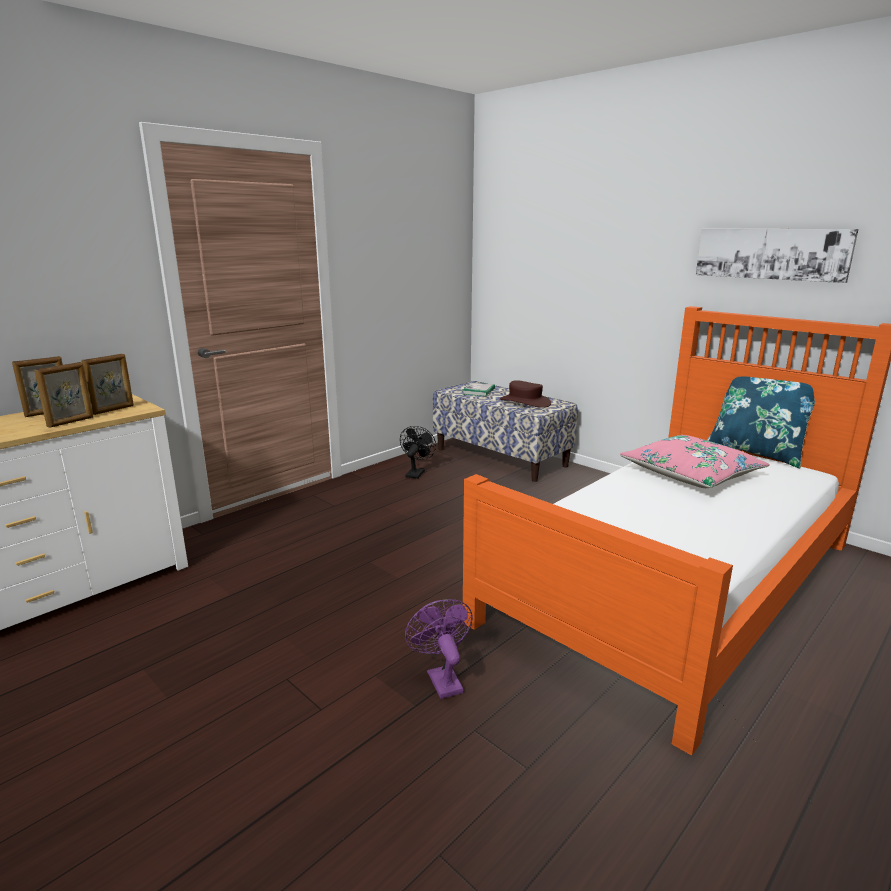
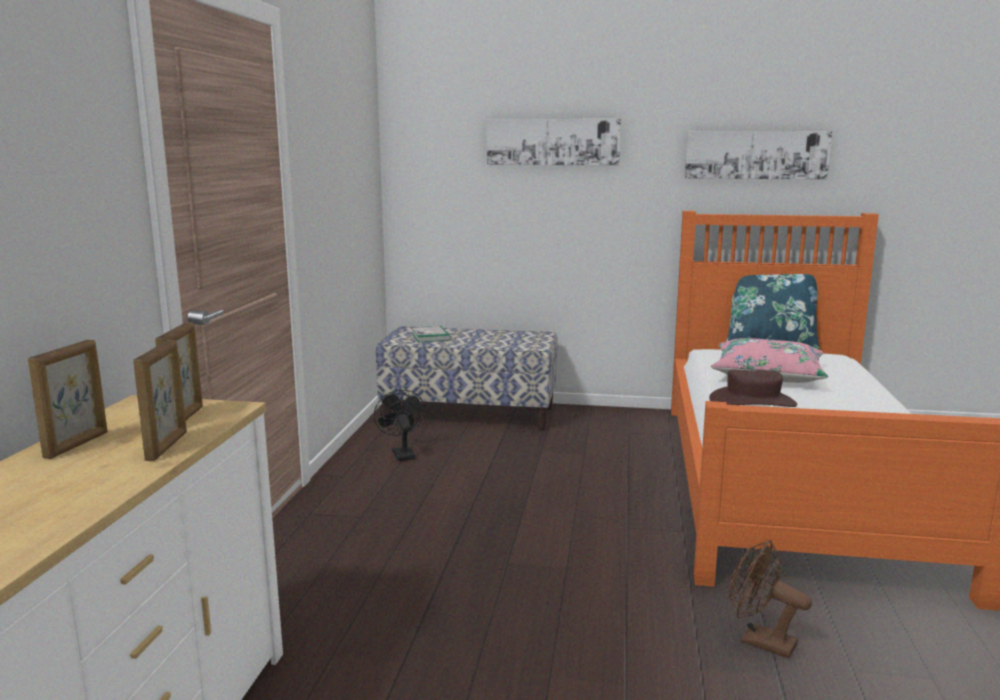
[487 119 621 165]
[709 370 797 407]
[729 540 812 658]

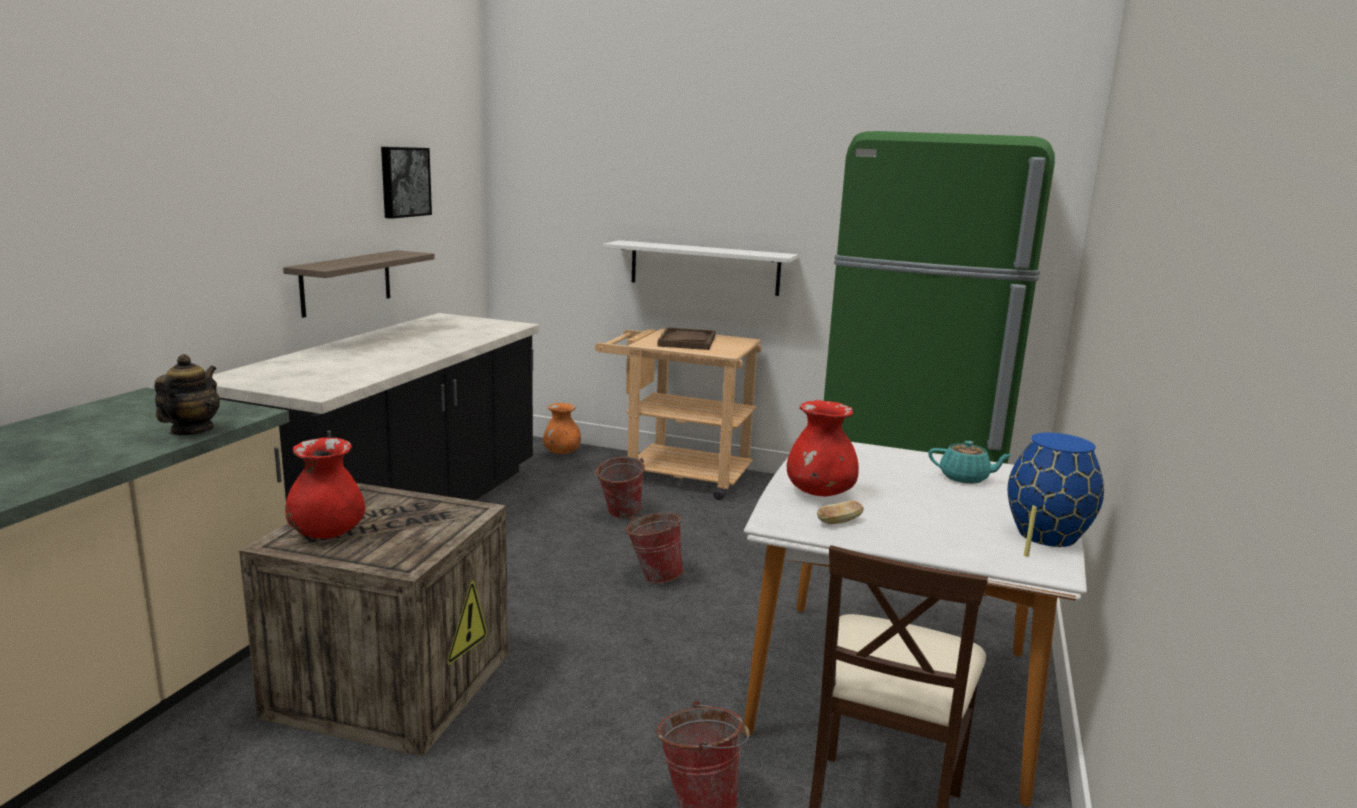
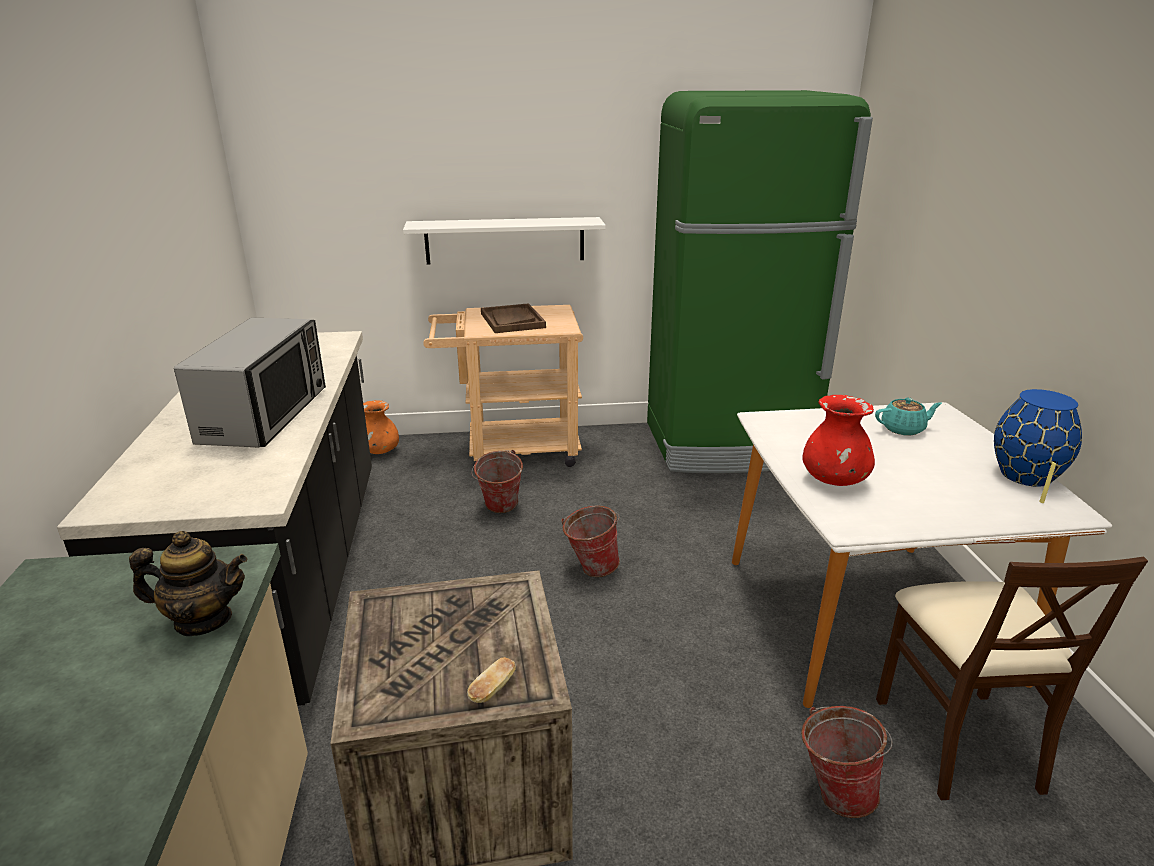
[129 531 247 636]
[174 318 326 447]
[467 657 516 703]
[283 250 435 318] (first image)
[285 437 365 539] (first image)
[381 147 432 219] (first image)

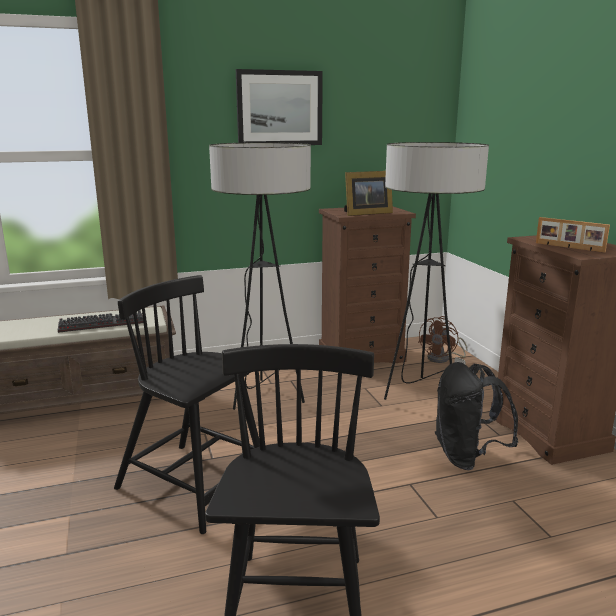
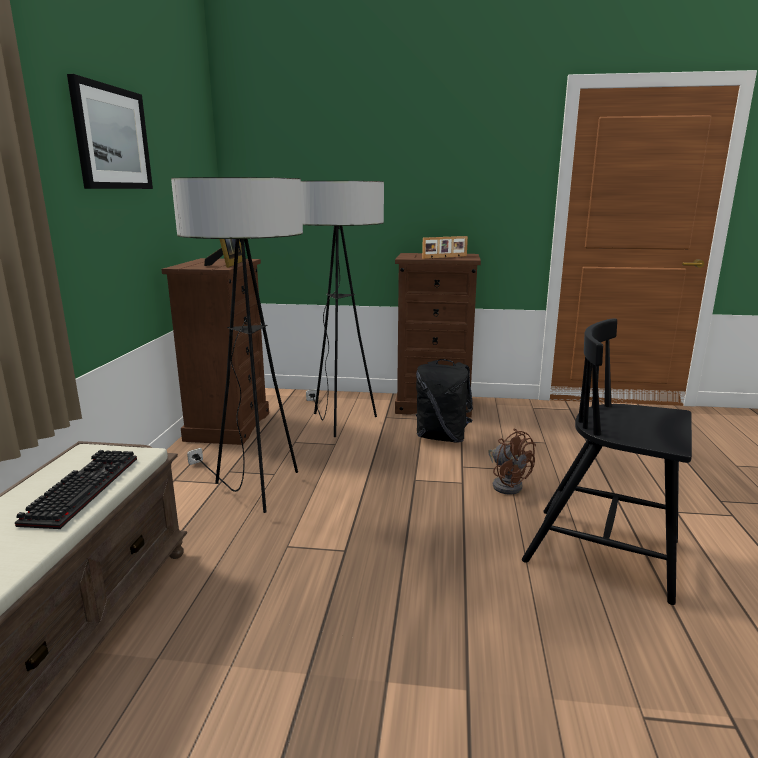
[488 429 536 495]
[114 275 260 534] (first image)

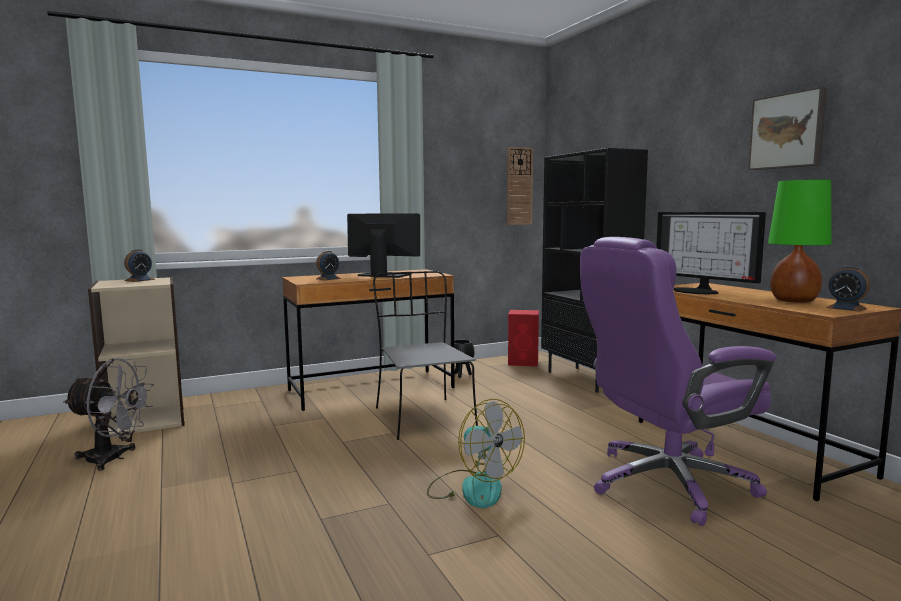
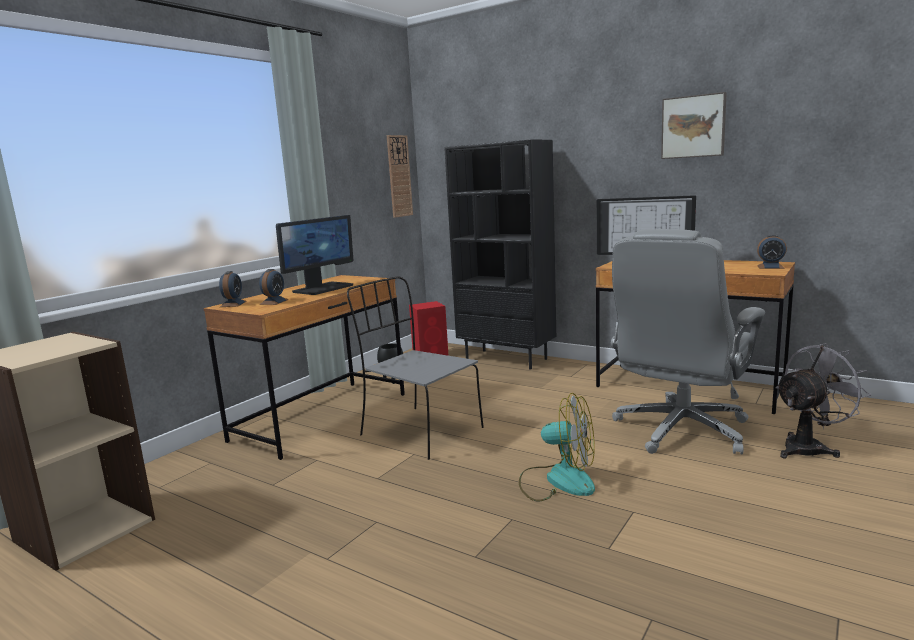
[219 271 247 307]
[276 215 353 295]
[611 229 765 454]
[776 343 871 458]
[768 179 832 303] (first image)

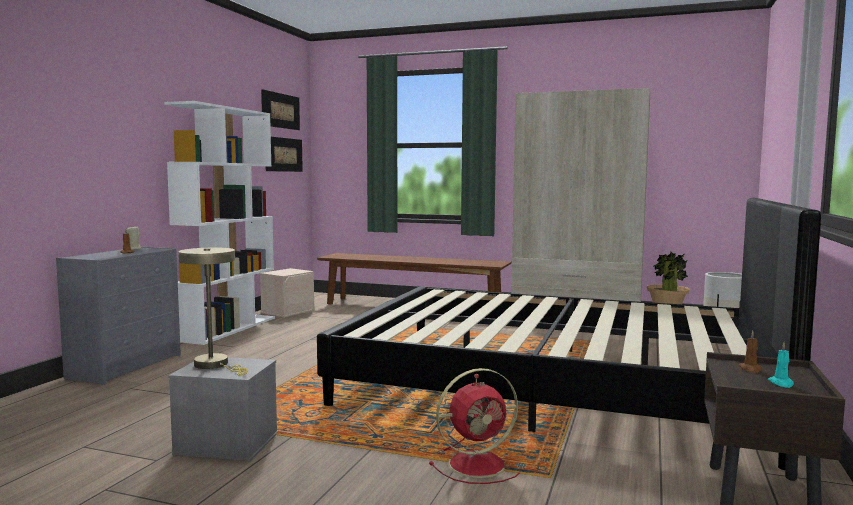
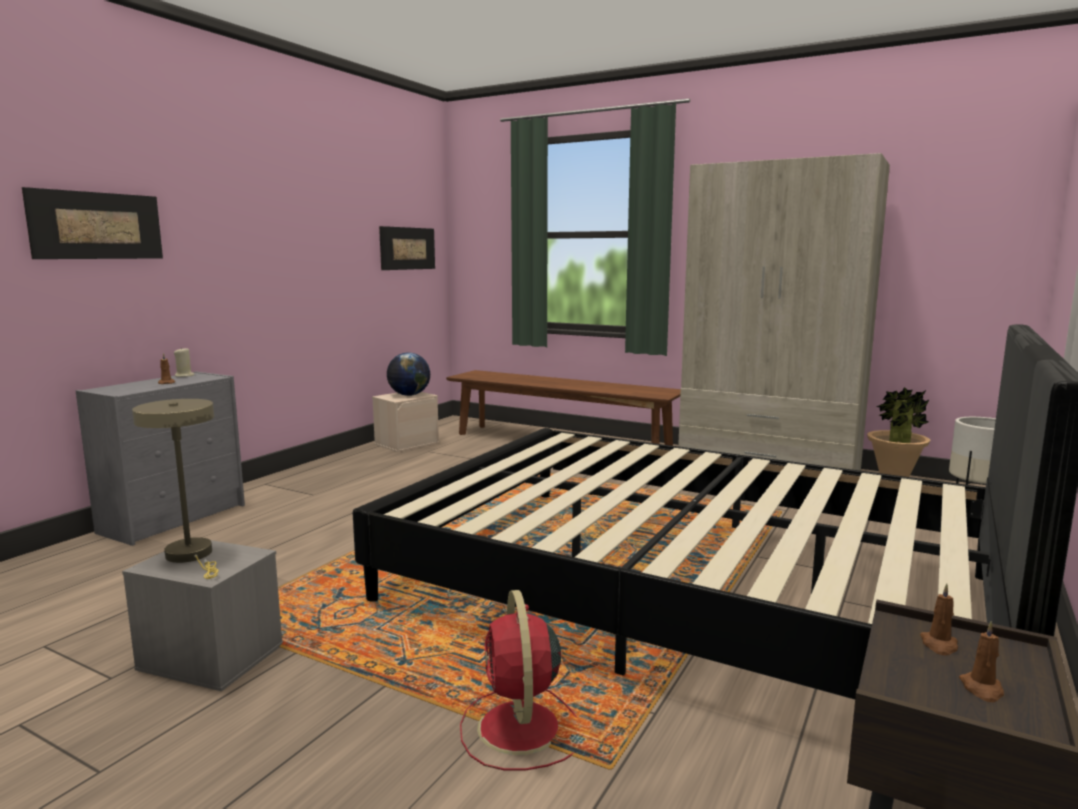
[22 187 163 259]
[387 353 430 396]
[460 590 578 771]
[959 621 1004 702]
[164 101 275 345] (first image)

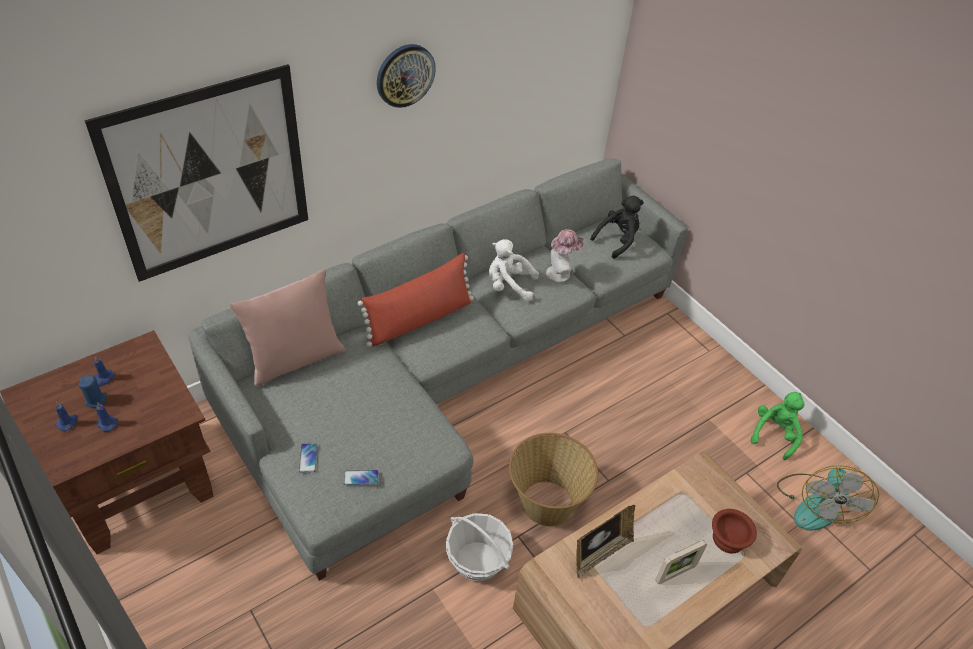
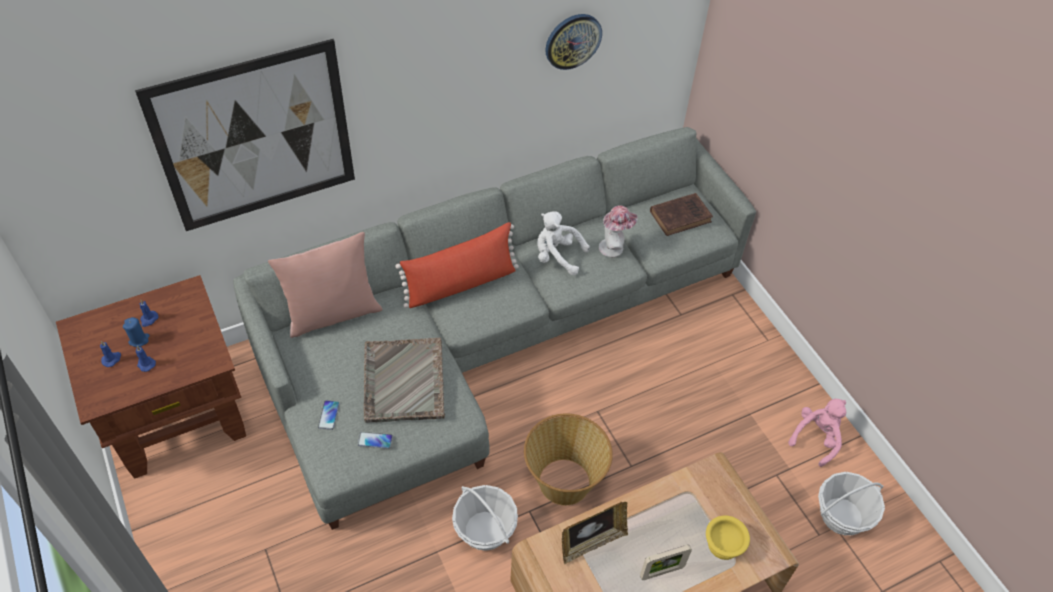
[364 338 445 423]
[545 14 602 70]
[650 193 713 236]
[706 515 750 560]
[788 399 846 467]
[818 472 885 535]

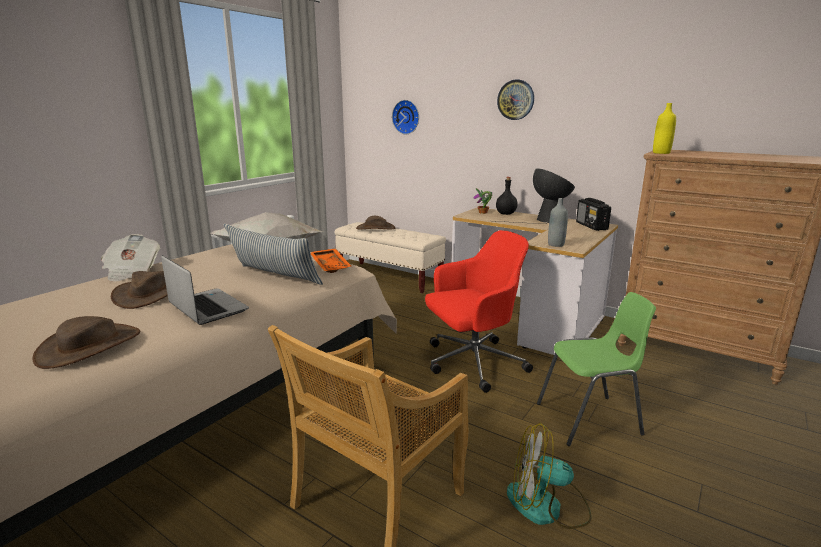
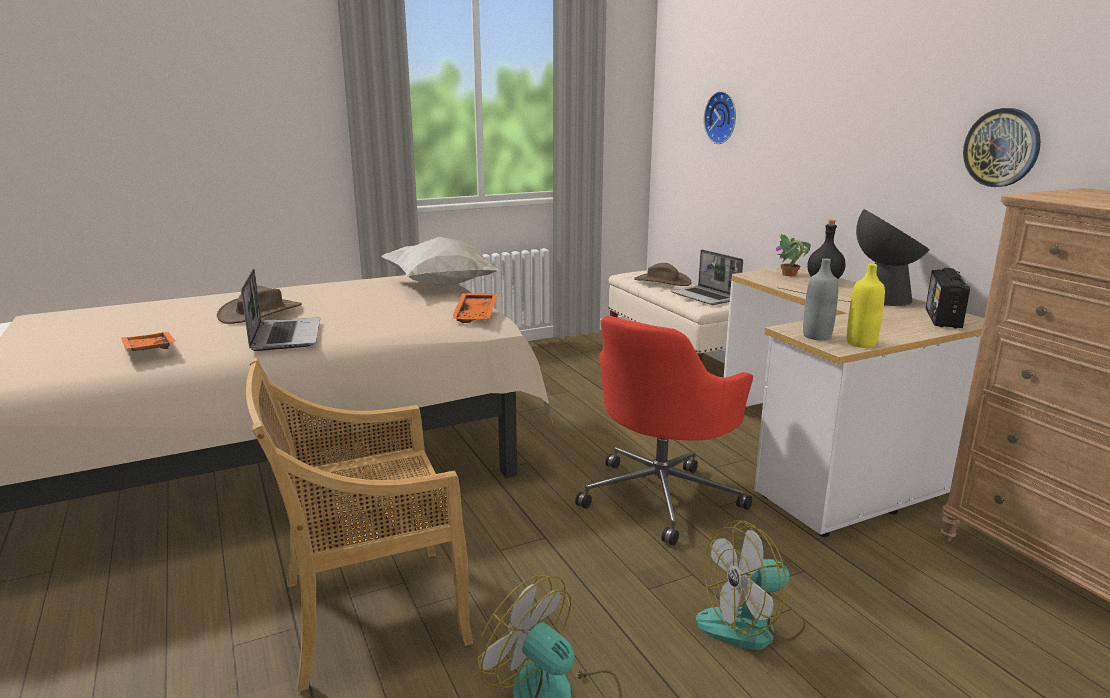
[121 332 177 351]
[575 316 753 545]
[671 250 743 305]
[696 520 806 650]
[847 264 885 348]
[963 108 1041 187]
[101 234 160 282] (first image)
[224 224 323 285] (first image)

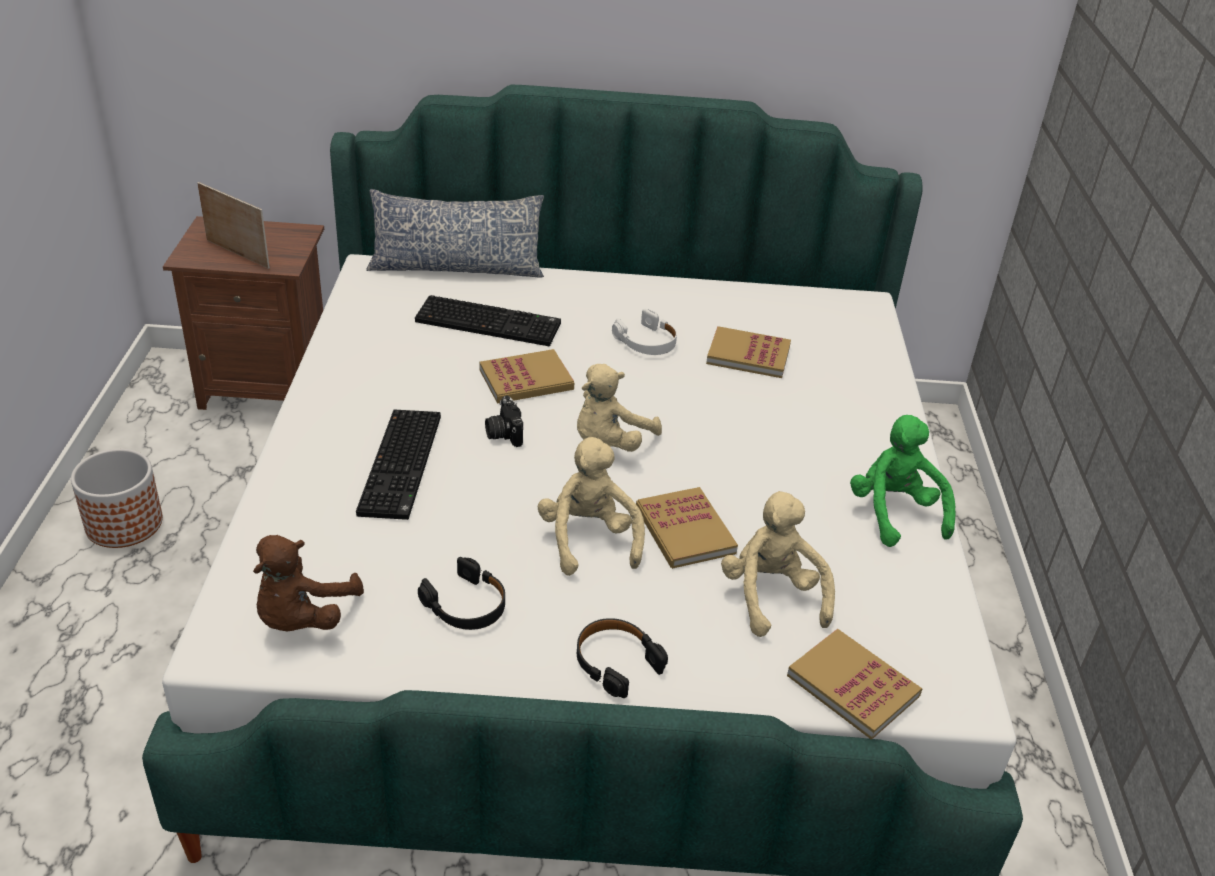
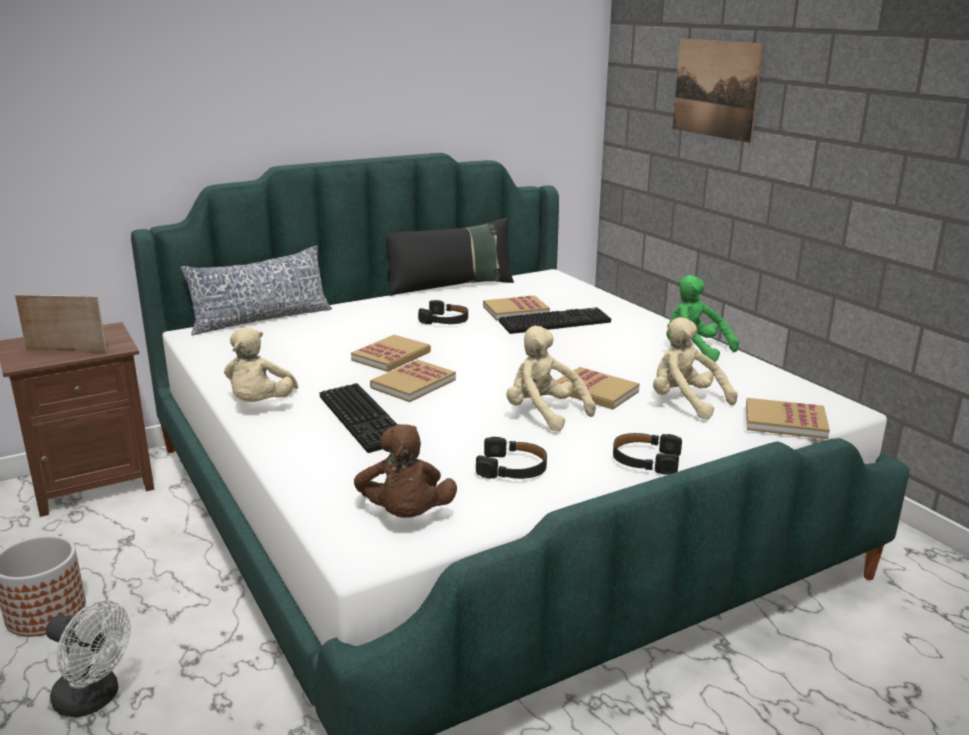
[46 600 131 717]
[224 327 298 402]
[370 360 456 402]
[386 217 514 296]
[418 300 468 324]
[499 307 611 334]
[672 39 764 143]

